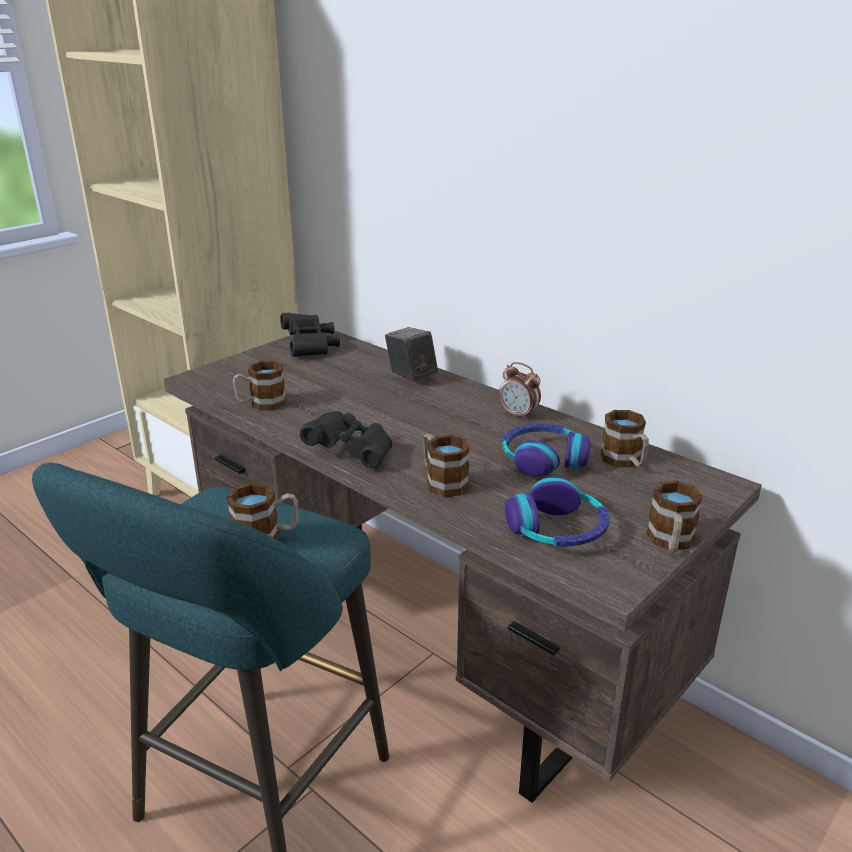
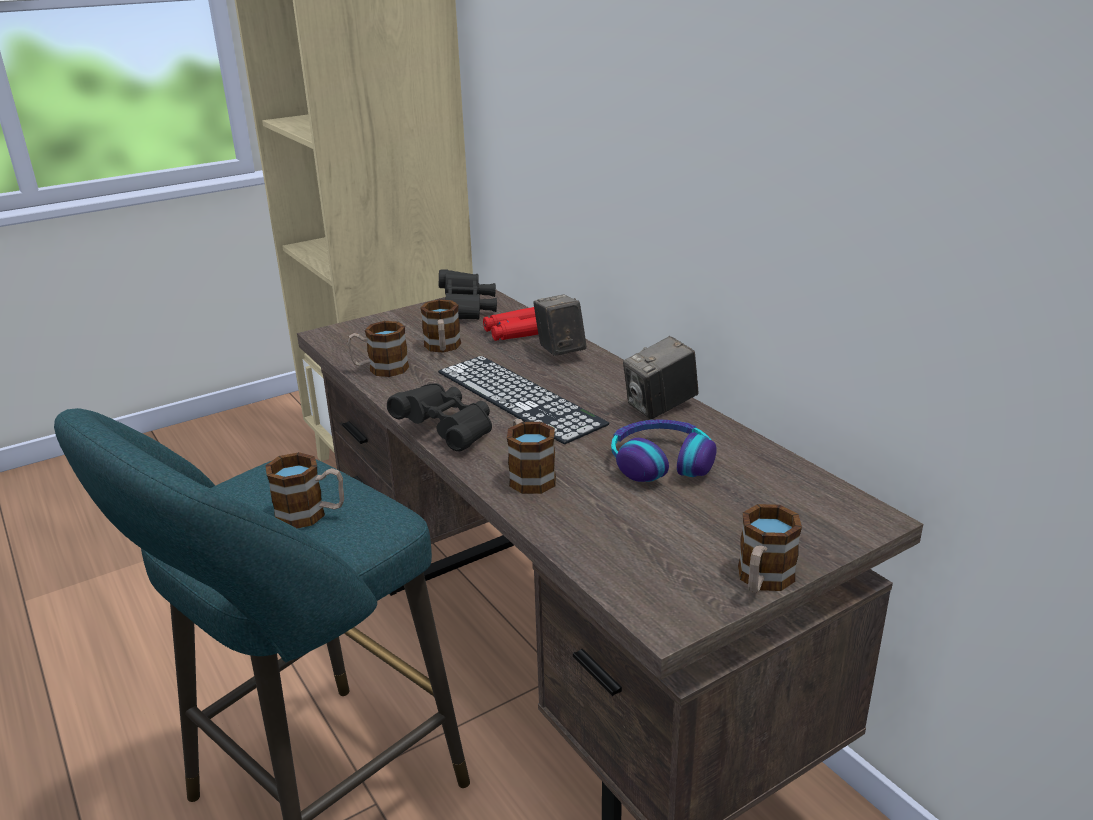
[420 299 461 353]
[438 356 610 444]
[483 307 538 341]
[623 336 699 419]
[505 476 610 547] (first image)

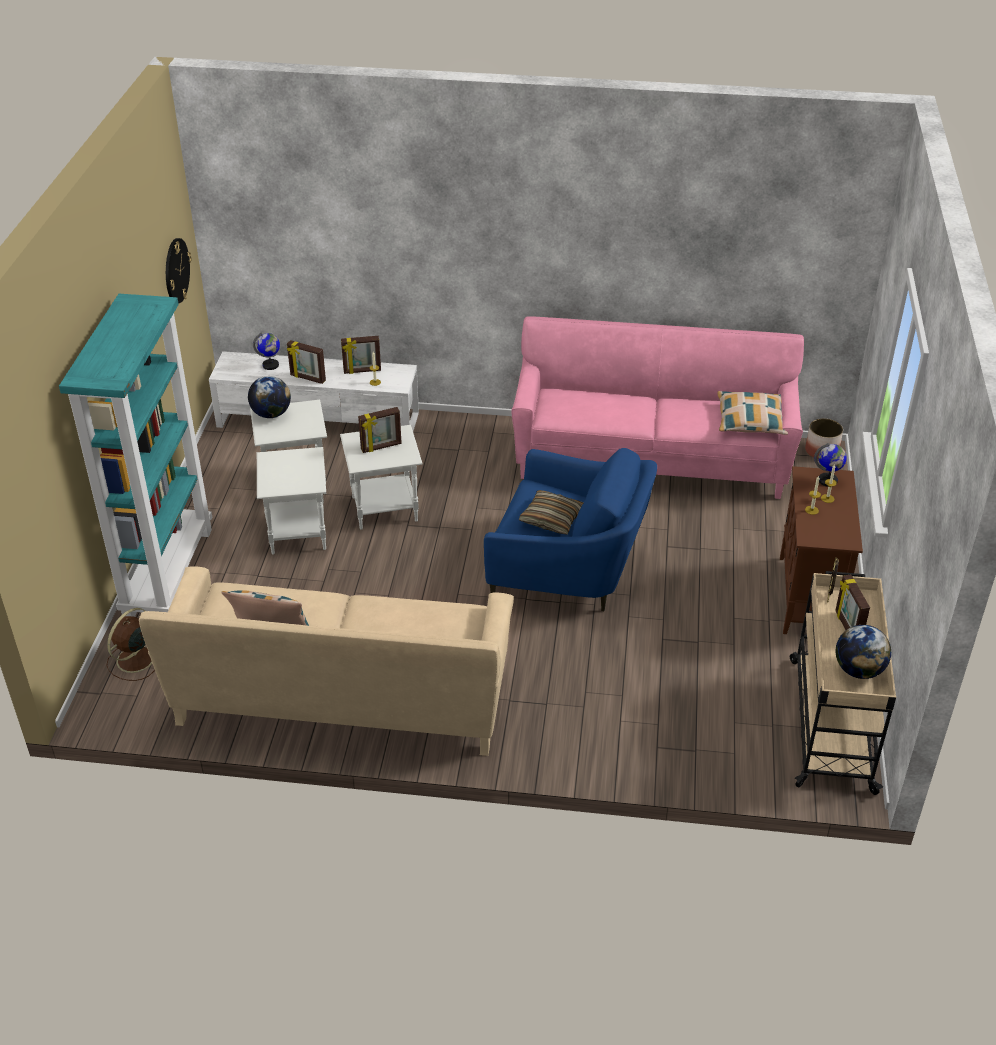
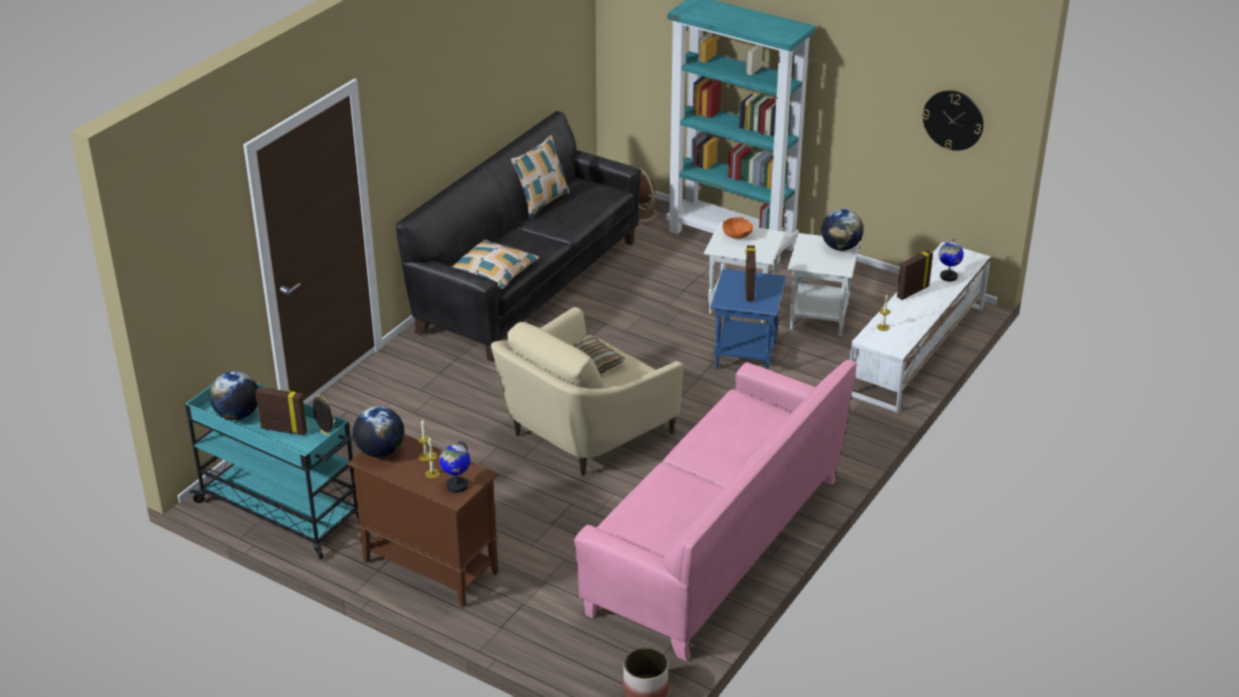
[185 383 359 560]
[353 406 404 457]
[396 111 641 362]
[451 240 539 289]
[491 307 684 476]
[711 269 787 369]
[722 217 753 239]
[341 336 381 374] (first image)

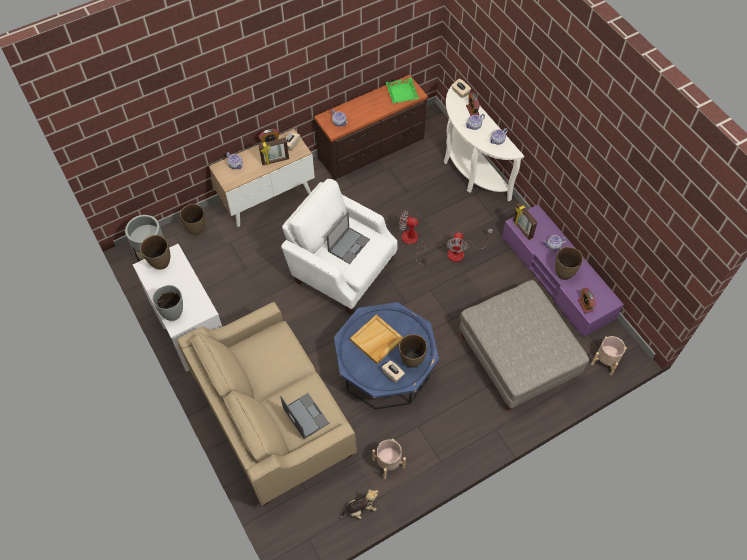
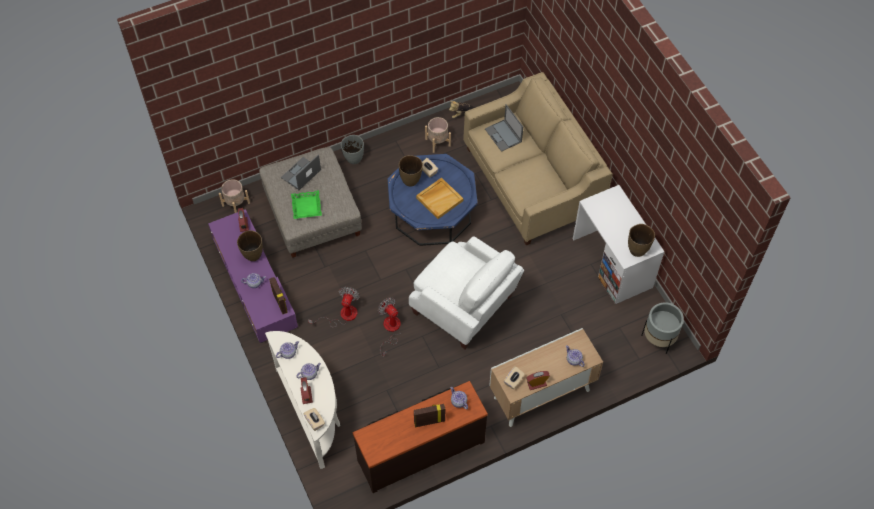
[281 154 321 190]
[291 190 322 219]
[341 135 364 164]
[378 297 401 356]
[414 404 445 428]
[180 204 205 235] (first image)

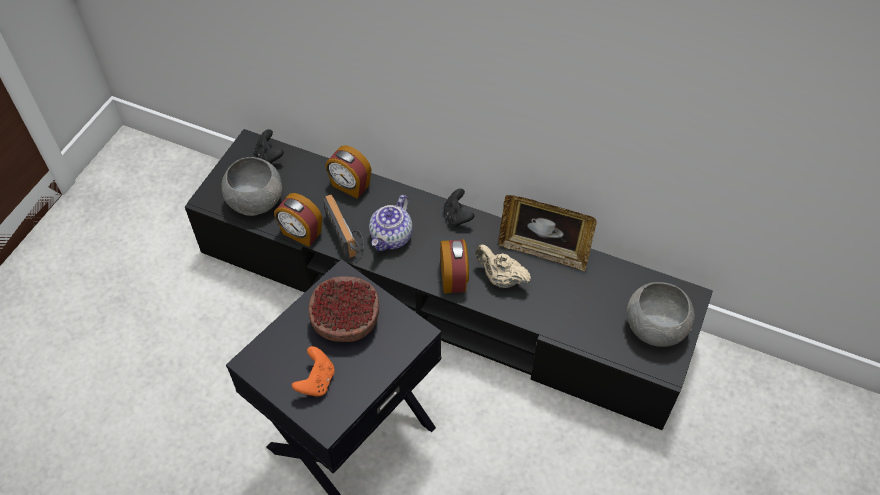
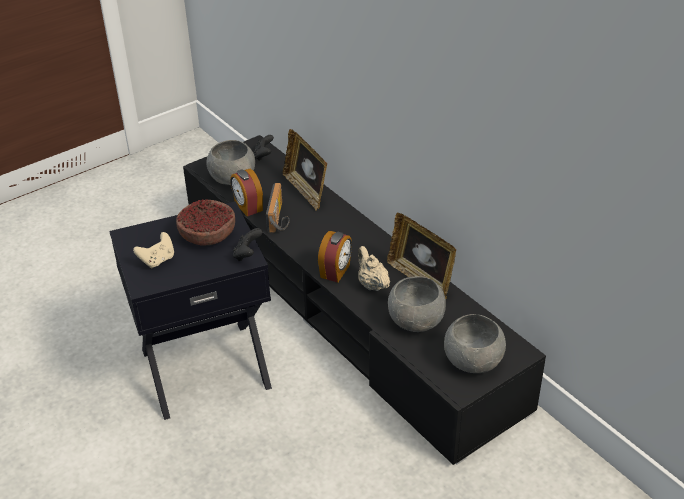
[133 232 174 269]
[233 228 263 261]
[283 129 327 210]
[388 276 446 332]
[369 195 413 251] (first image)

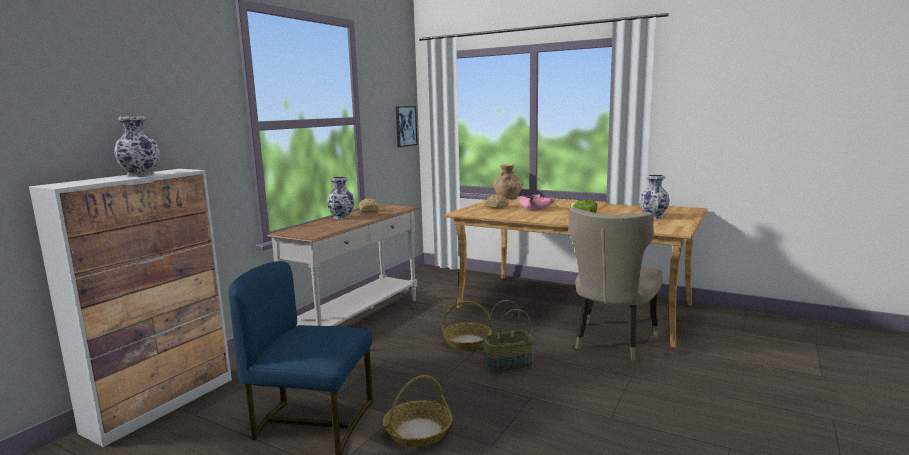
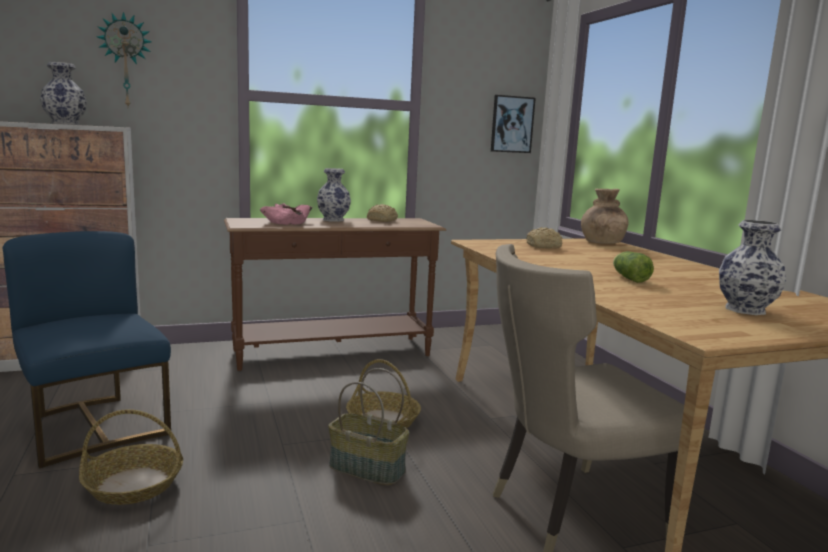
[97 12 152 106]
[224 218 446 371]
[260 203 312 225]

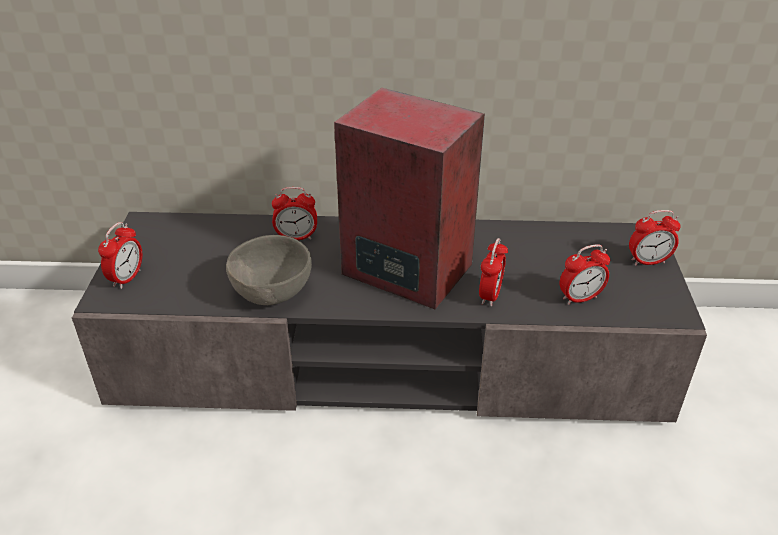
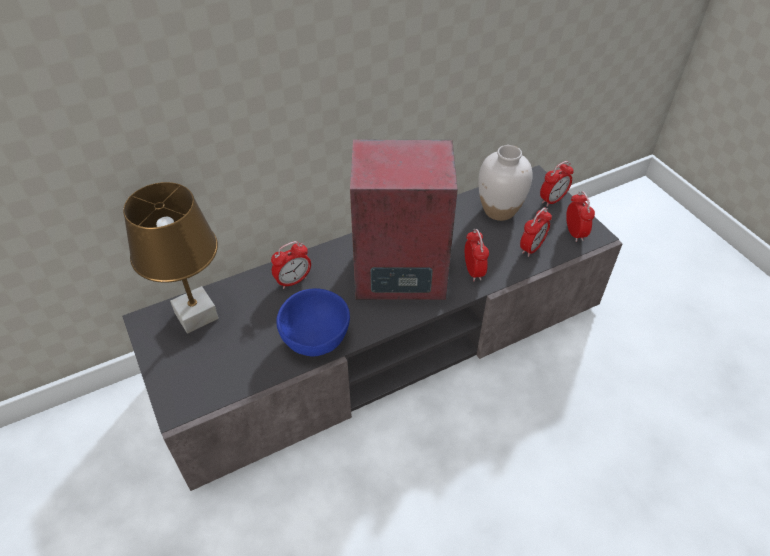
[123 182 219 334]
[276 288 350 357]
[479 145 533 221]
[566 191 595 242]

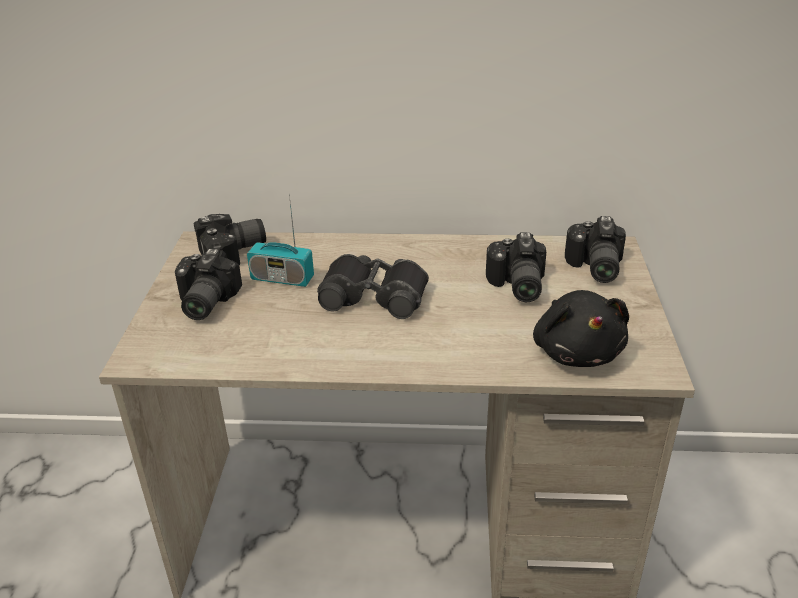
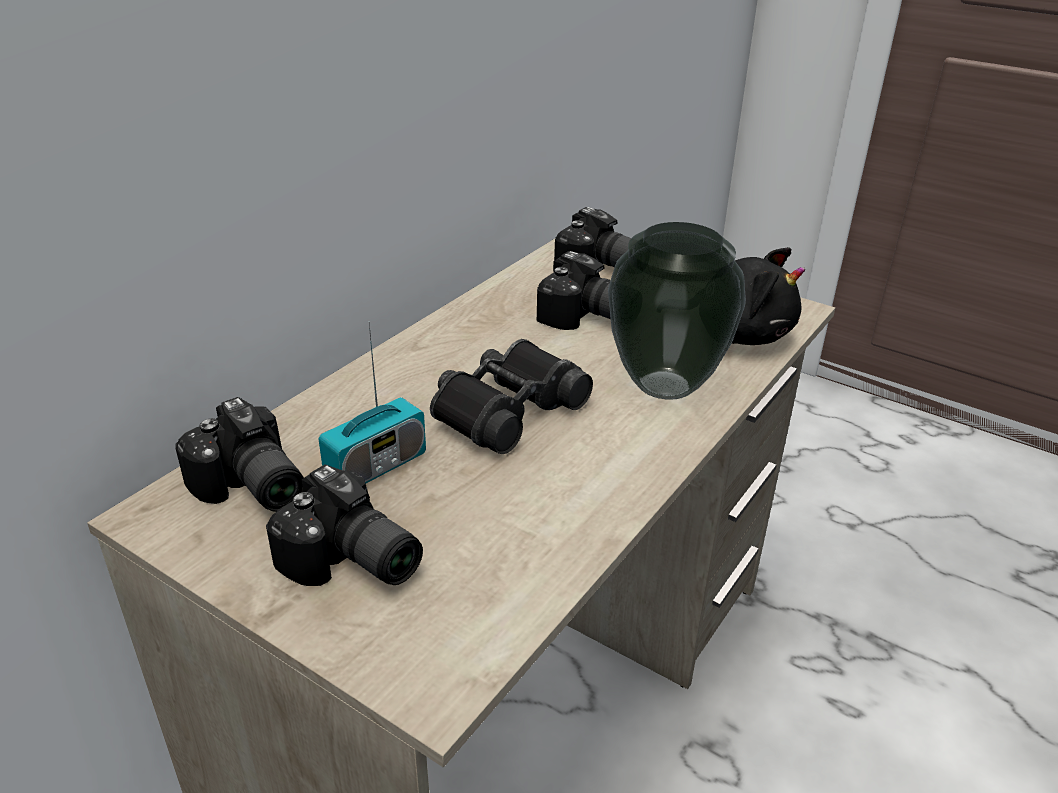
[176 397 304 512]
[608 222 746 400]

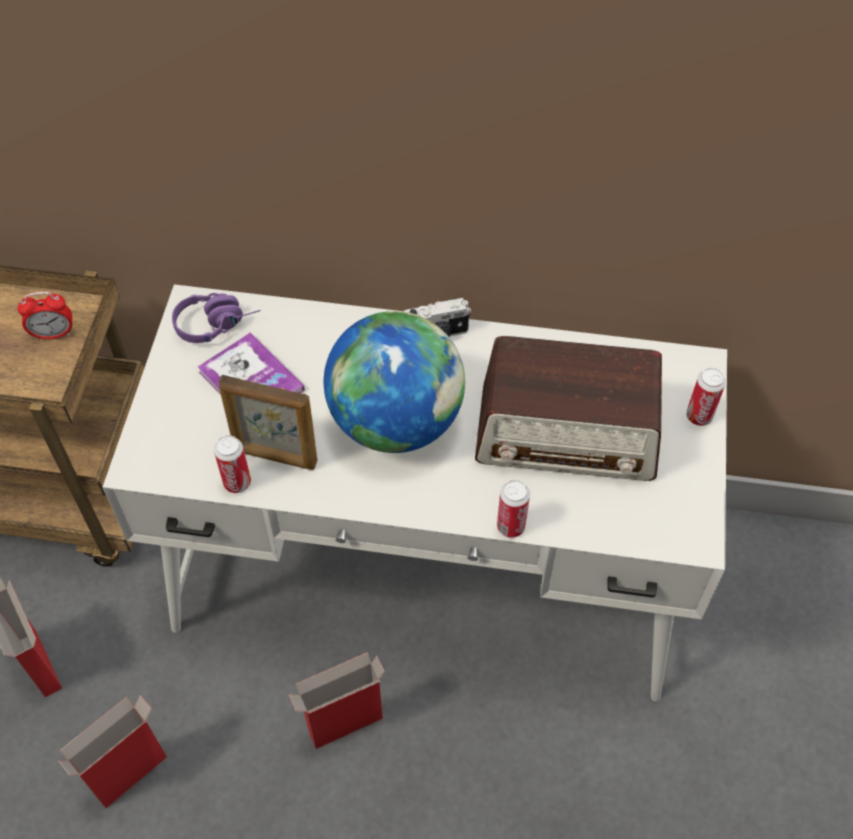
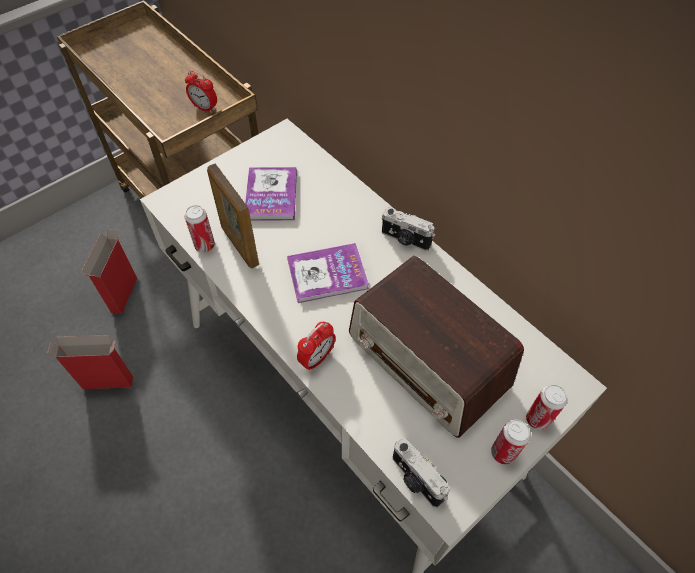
[287 243 369 303]
[297 322 336 371]
[392 438 450 507]
[491 420 531 465]
[172 293 261 343] (first image)
[288 652 385 749] (first image)

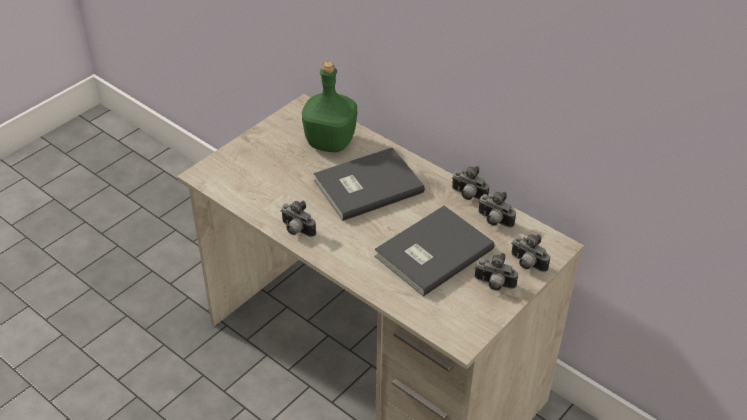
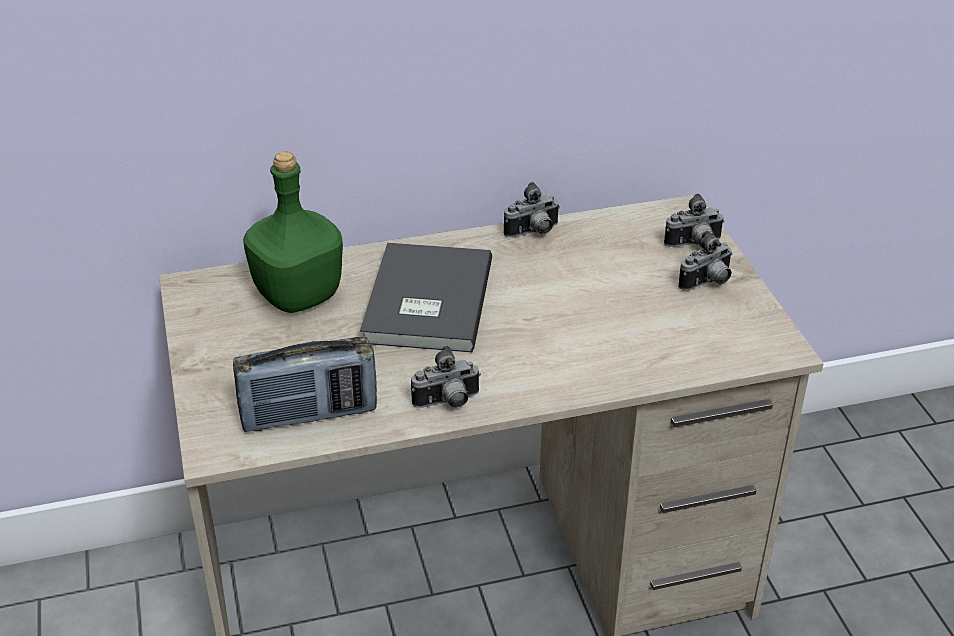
[233 337 377 432]
[375 206 495 297] (first image)
[478 191 516 228] (first image)

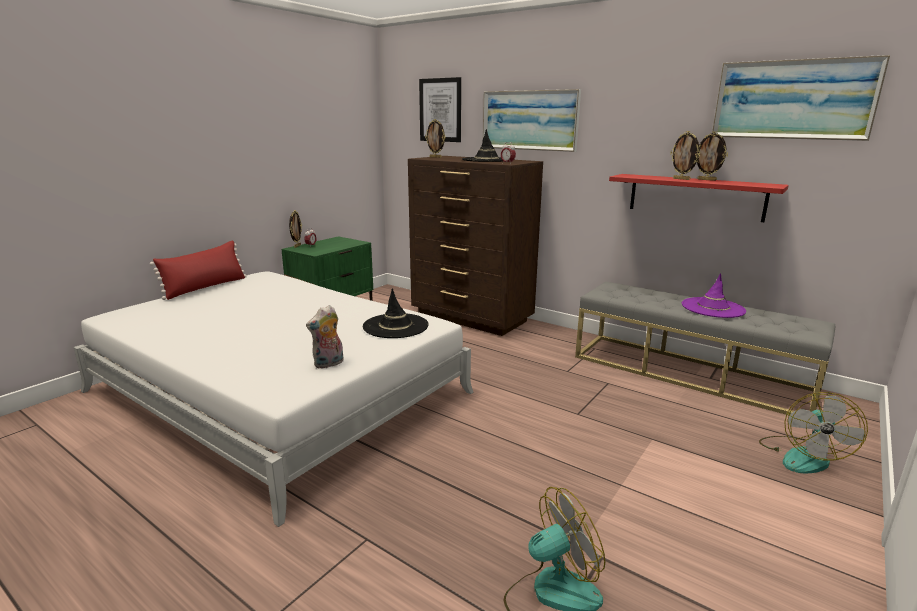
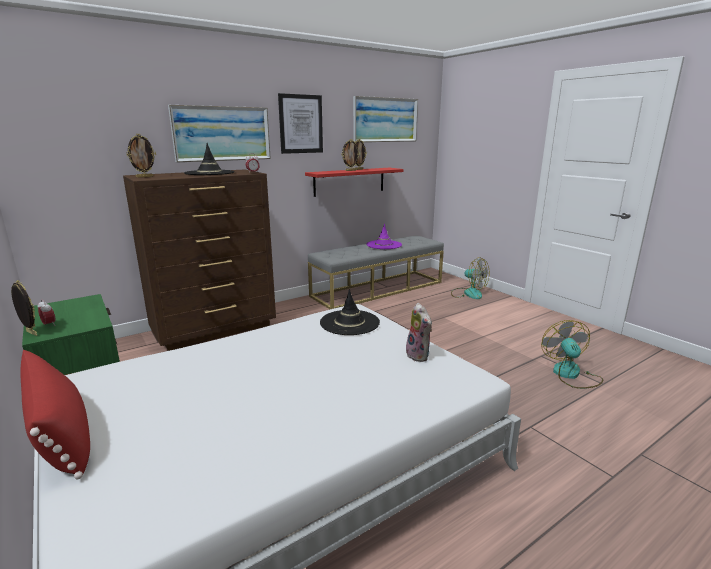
[278 93 323 154]

